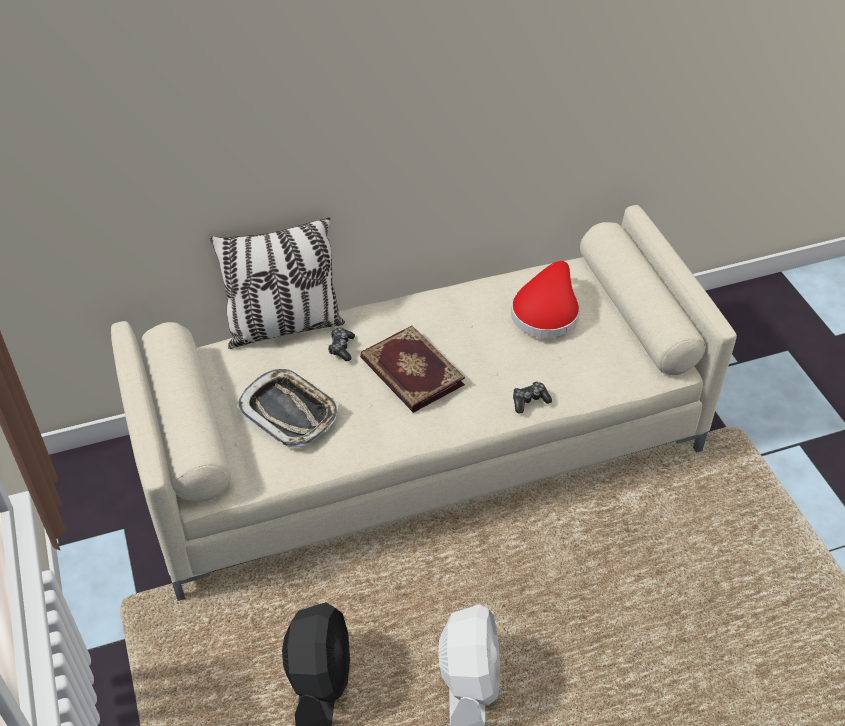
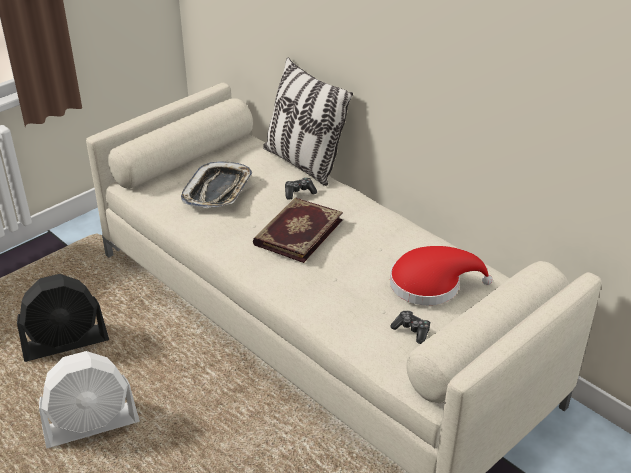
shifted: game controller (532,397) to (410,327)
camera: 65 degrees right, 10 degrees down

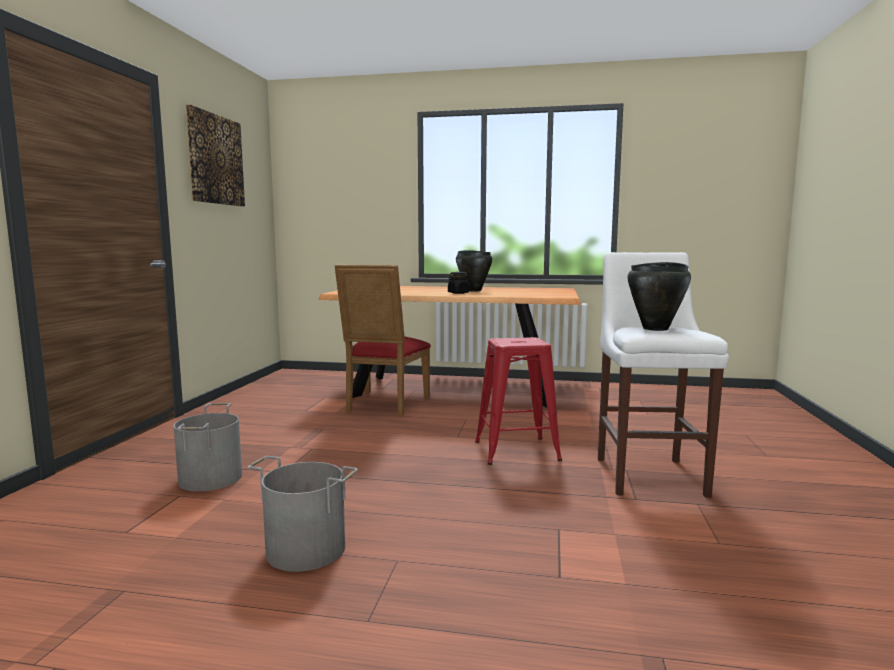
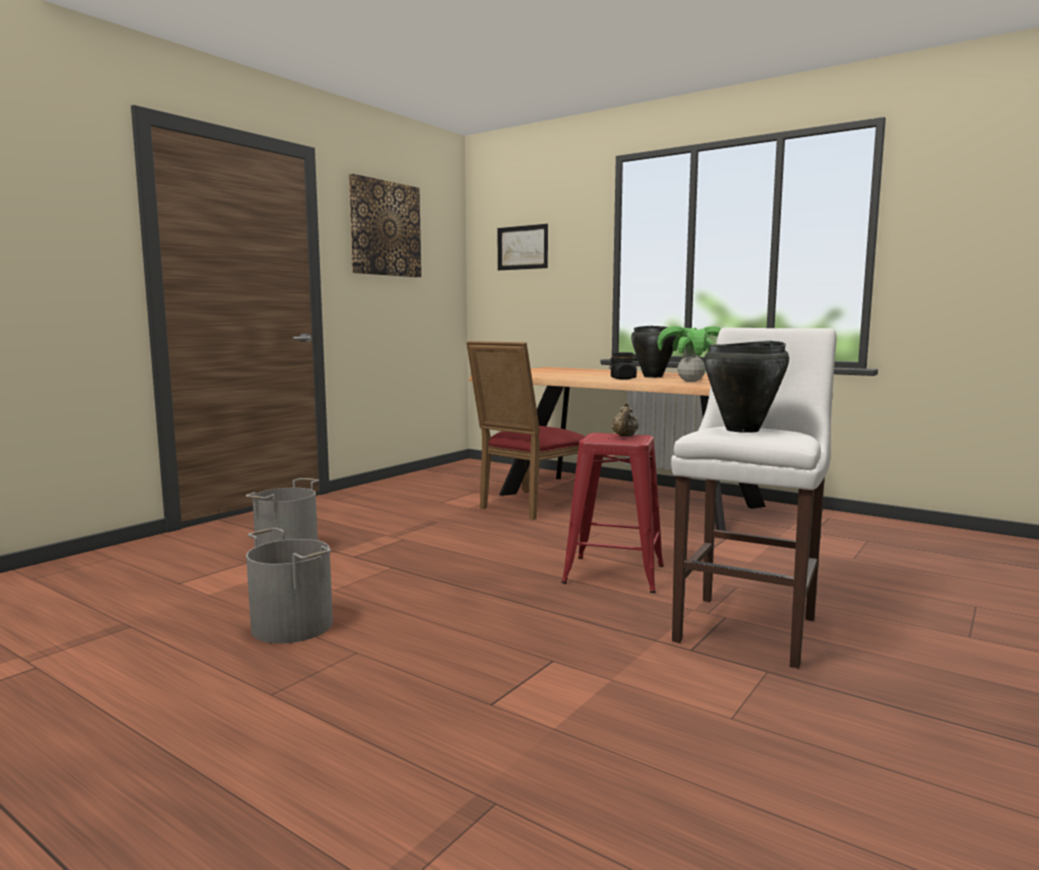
new: wall art (523,247); potted plant (689,354); tea pot in sand-coloured (625,419)
camera: 25 degrees right, 0 degrees up

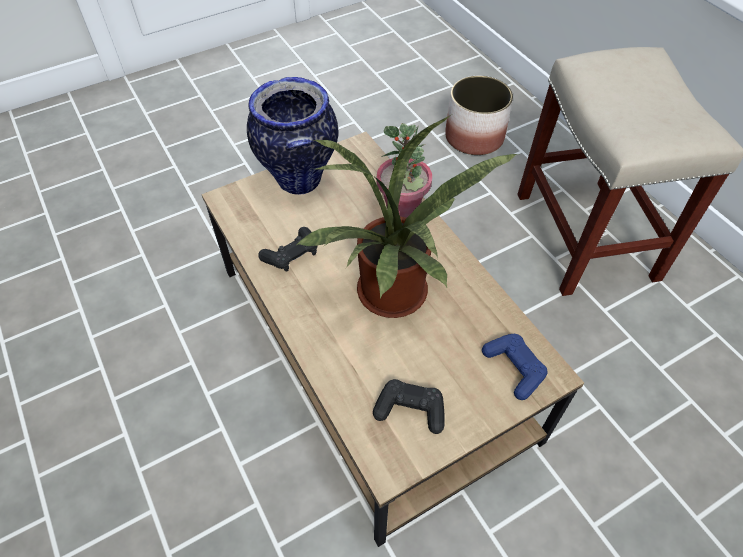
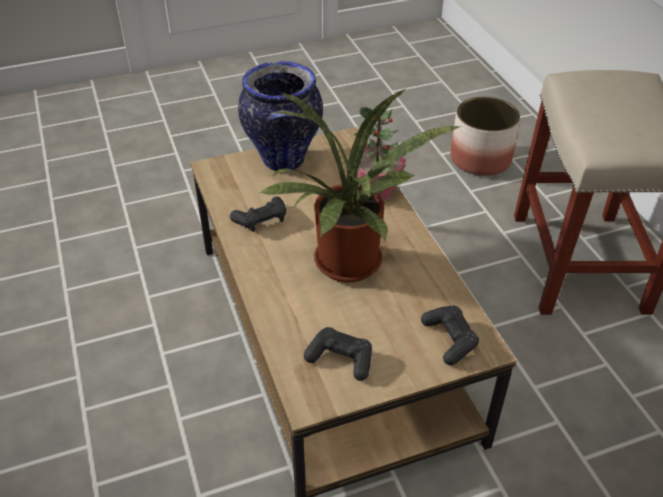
repainted: game controller in blue-coloured (515,367) to game controller in black (450,335)
camera: 10 degrees right, 10 degrees down

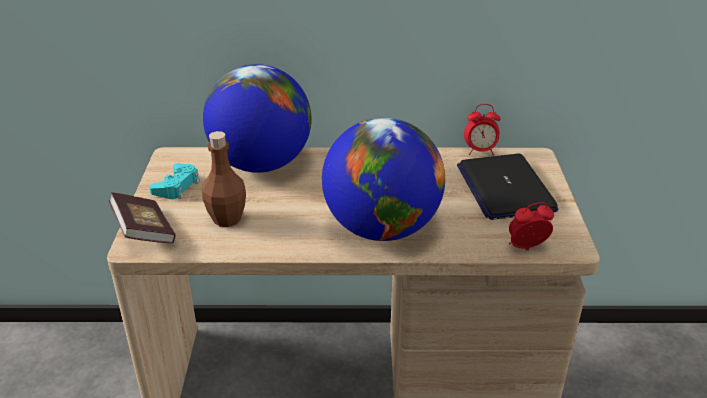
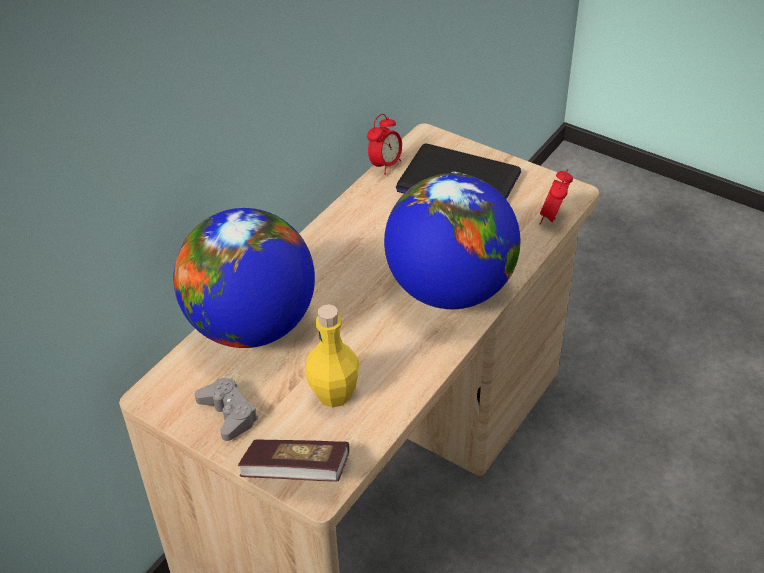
repainted: beverage bottle in brown-coloured (224,179) to beverage bottle in yellow (332,356); game controller in turquoise-coloured (174,181) to game controller in gray (226,409)
camera: 55 degrees left, 10 degrees up

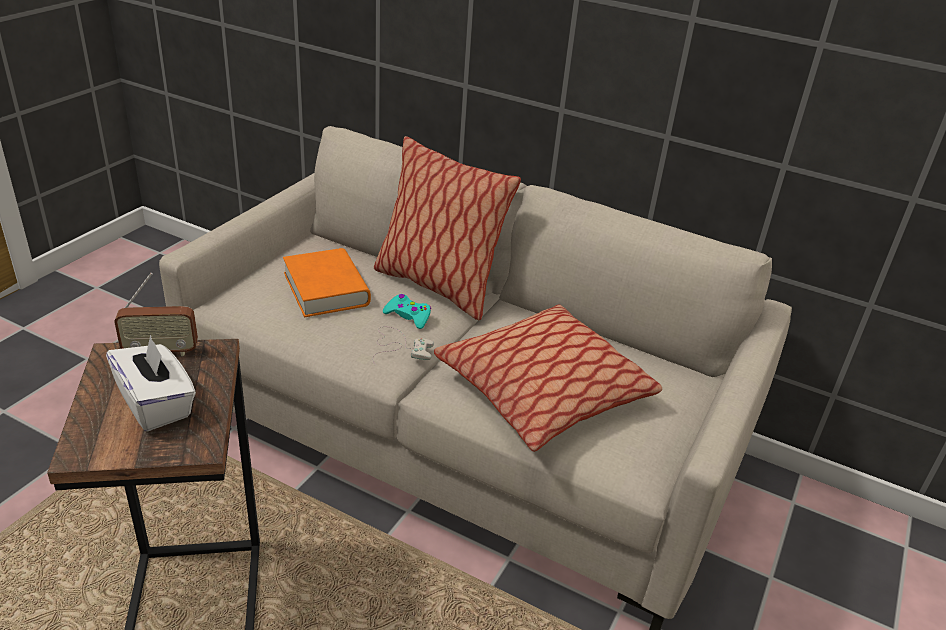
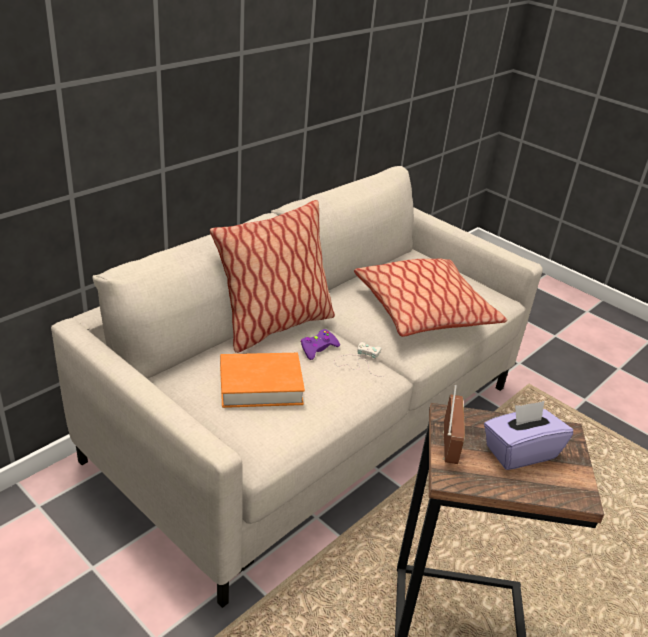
repainted: game controller in turquoise-coloured (407,311) to game controller in purplish (320,344); tissue box in white-coloured (151,383) to tissue box in purplish (528,435)
camera: 75 degrees left, 0 degrees up

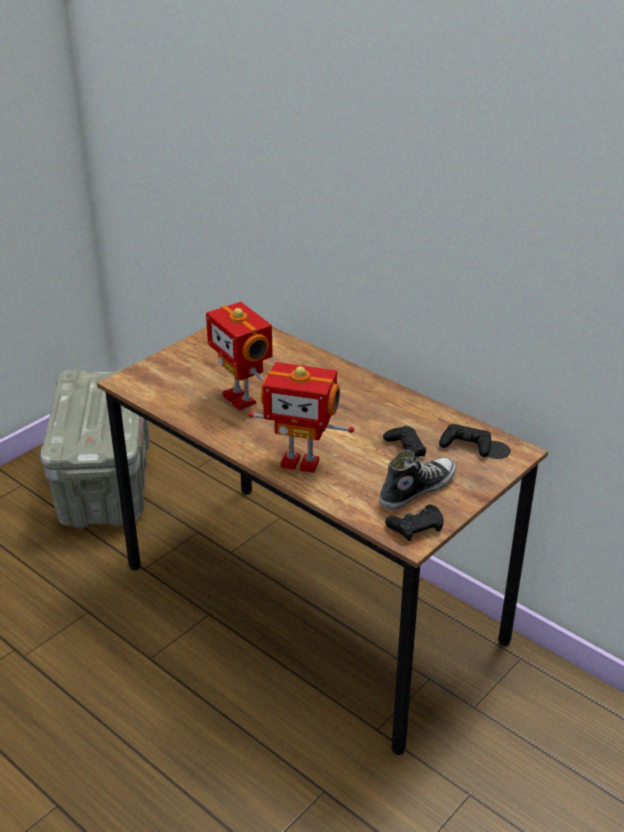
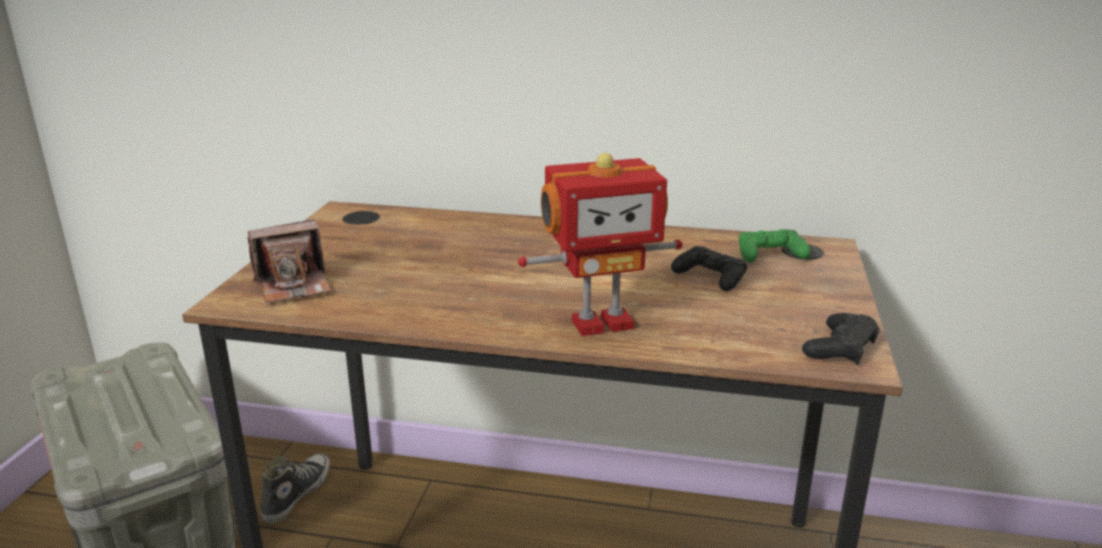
gone: robot figure (239,356)
new: photo camera (289,261)
shifted: shoe (418,480) to (295,488)
repainted: game controller in black (465,440) to game controller in green (775,245)
camera: 30 degrees left, 10 degrees down

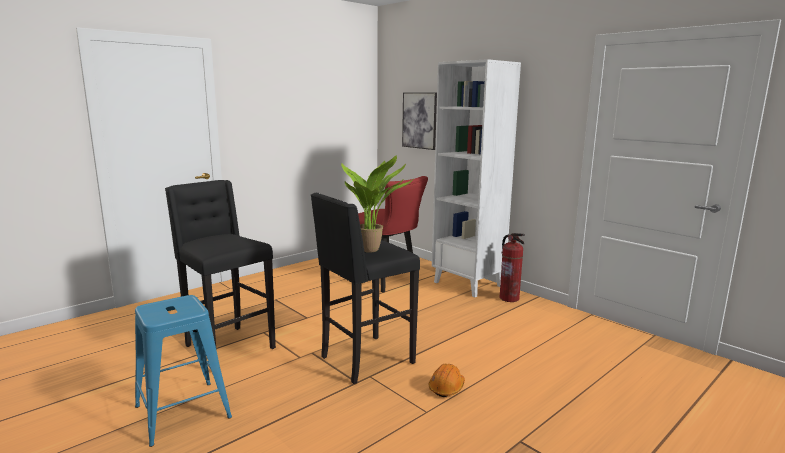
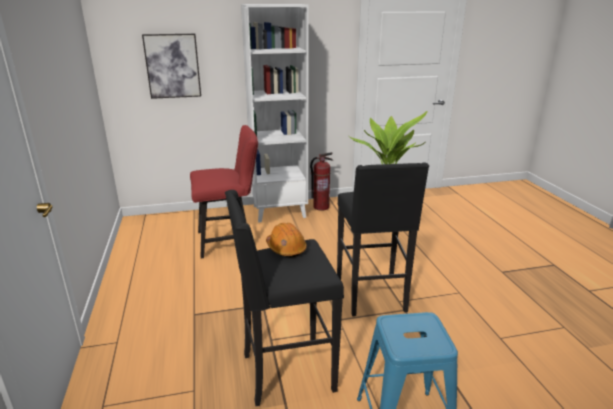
shifted: hard hat in orange-coloured (447,380) to (286,240)
camera: 60 degrees left, 10 degrees up

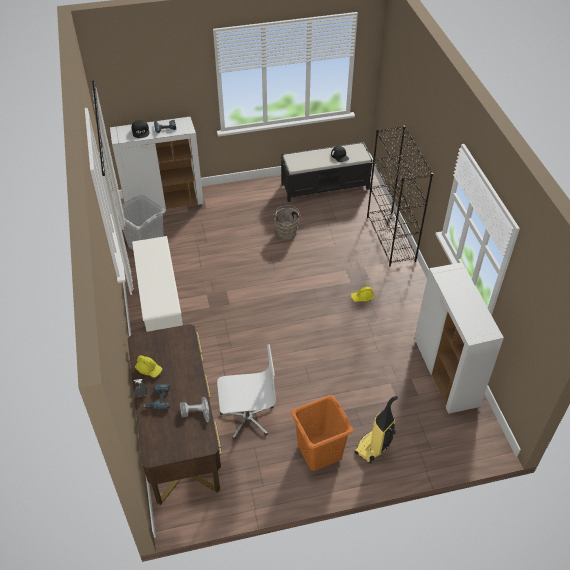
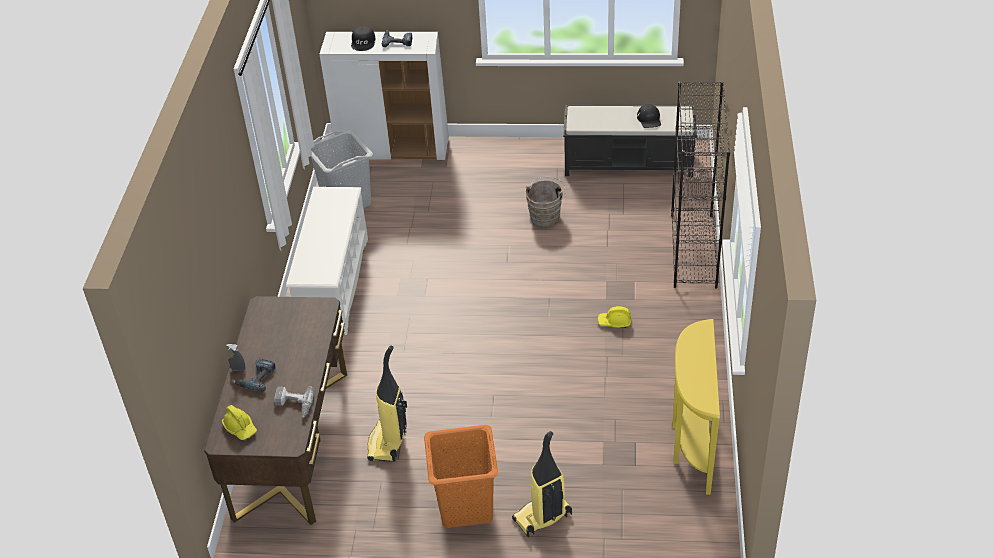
shifted: hard hat in yellow (149,366) to (239,422)
swapped: cupboard in white-coloured (459,338) to hall table in yellow (696,407); office chair in white-coloured (246,392) to vacuum cleaner (387,403)
camera: 20 degrees right, 5 degrees down

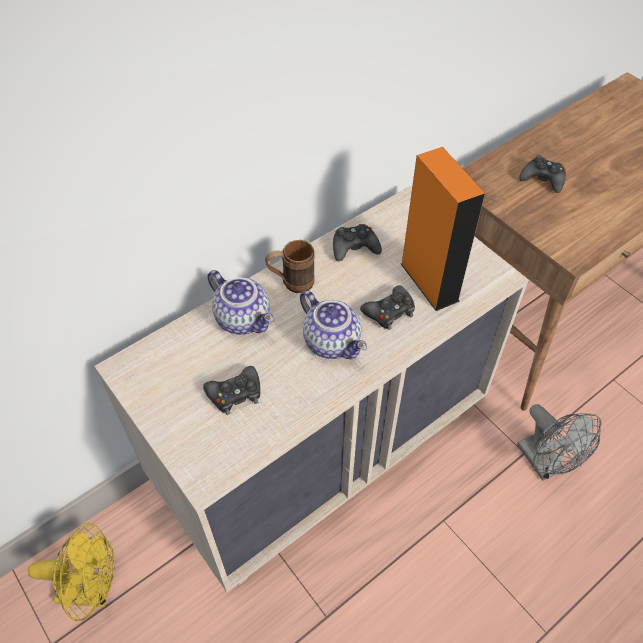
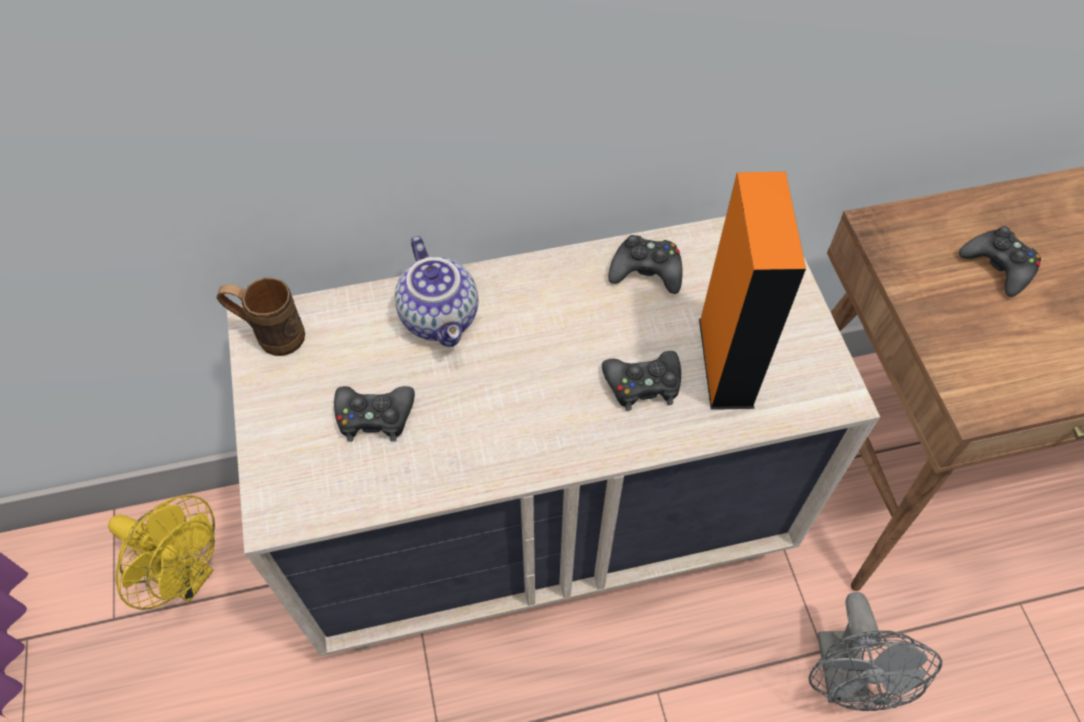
gone: tea pot (333,324)
shifted: coffee mug in brown-coloured (290,266) to (261,317)
camera: 25 degrees right, 5 degrees up

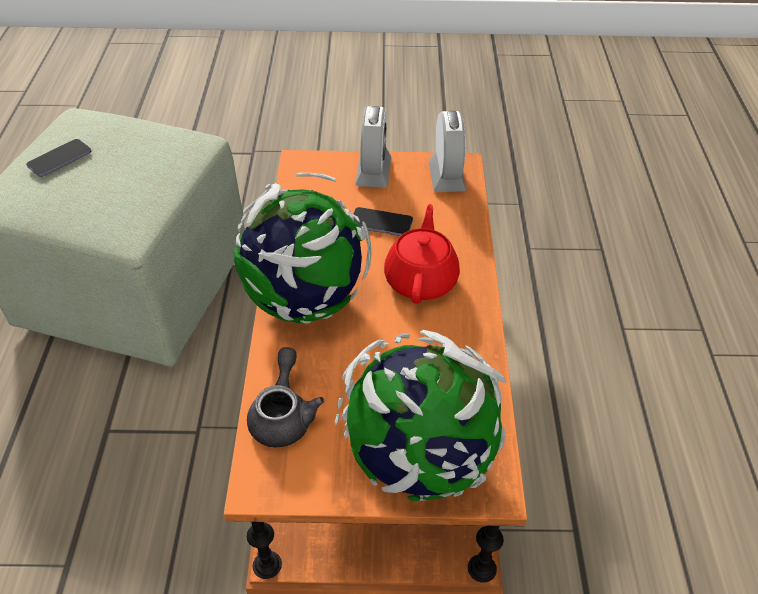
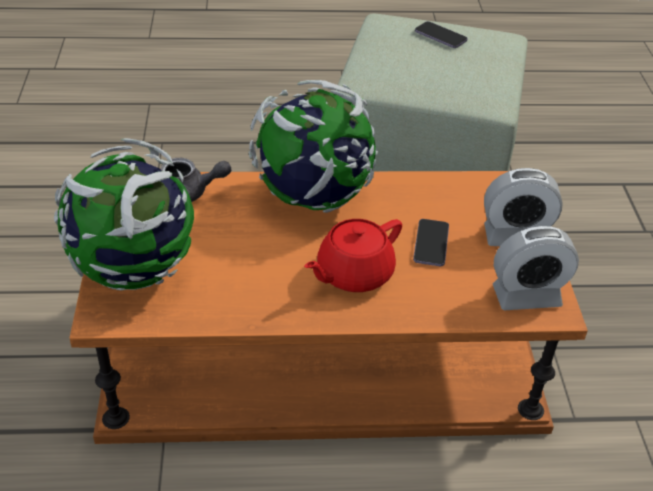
rotated: tea pot in red-coloured (422,254) = (353,255) 135 degrees clockwise
camera: 85 degrees right, 5 degrees down

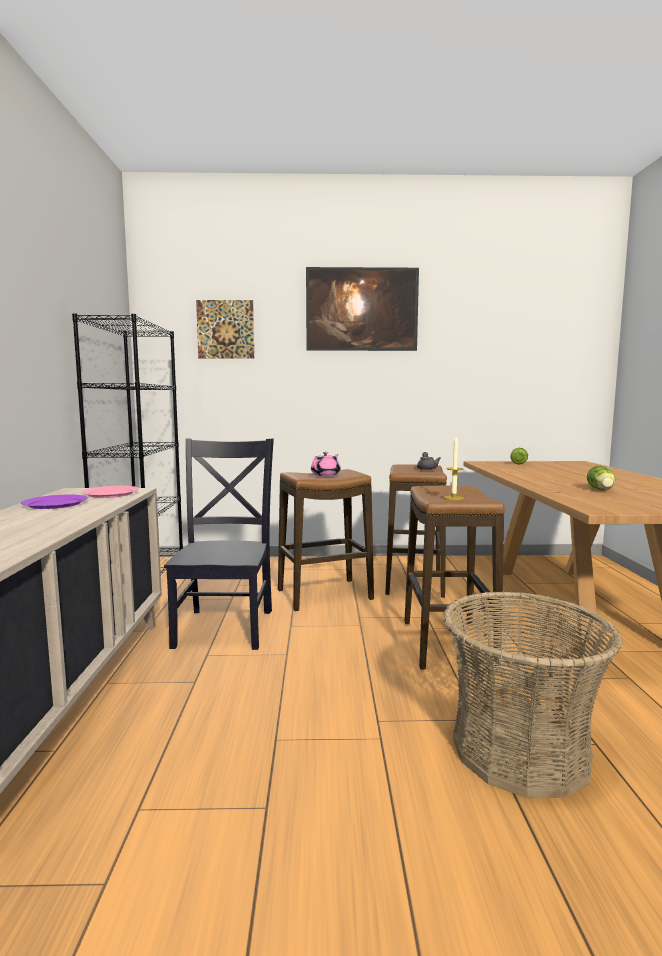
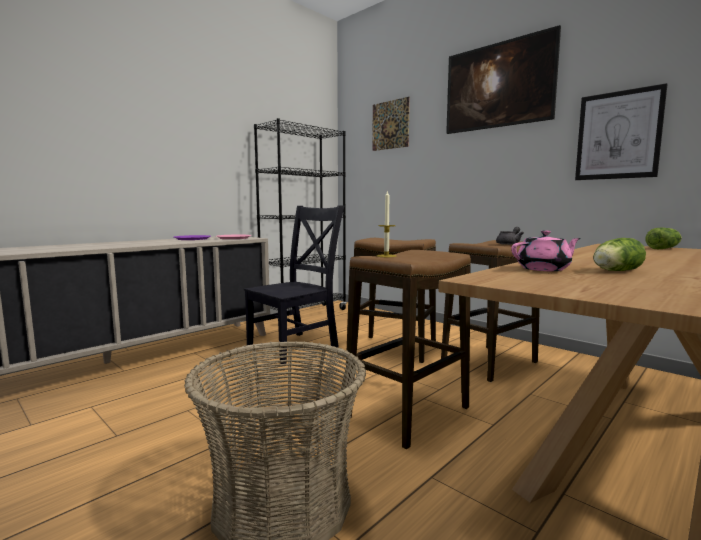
new: wall art (621,131)
shifted: tea pot in pinkish (325,464) to (546,250)
camera: 45 degrees right, 0 degrees up

